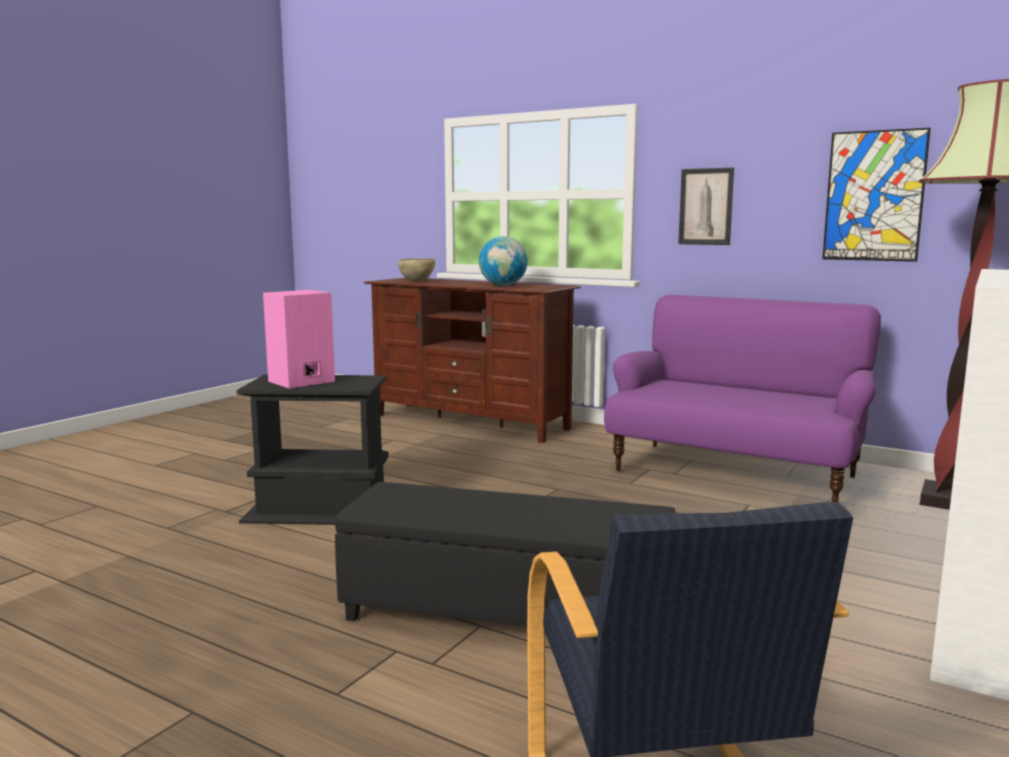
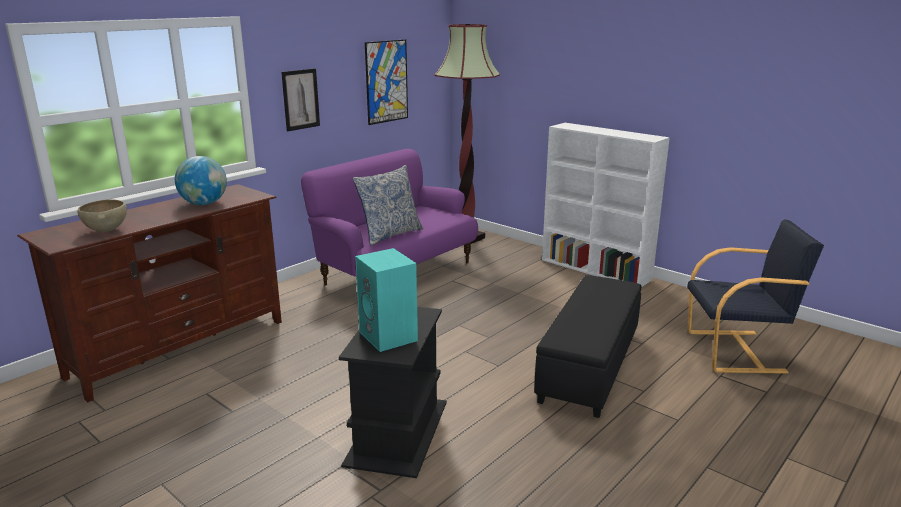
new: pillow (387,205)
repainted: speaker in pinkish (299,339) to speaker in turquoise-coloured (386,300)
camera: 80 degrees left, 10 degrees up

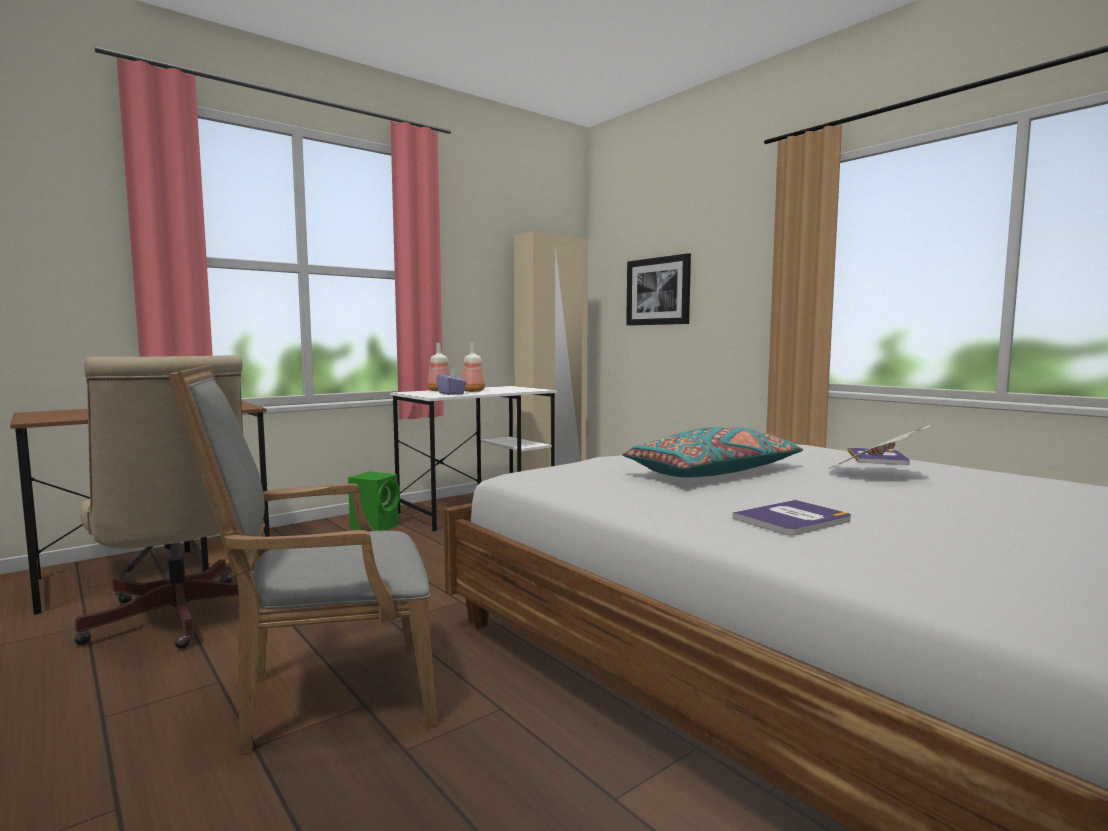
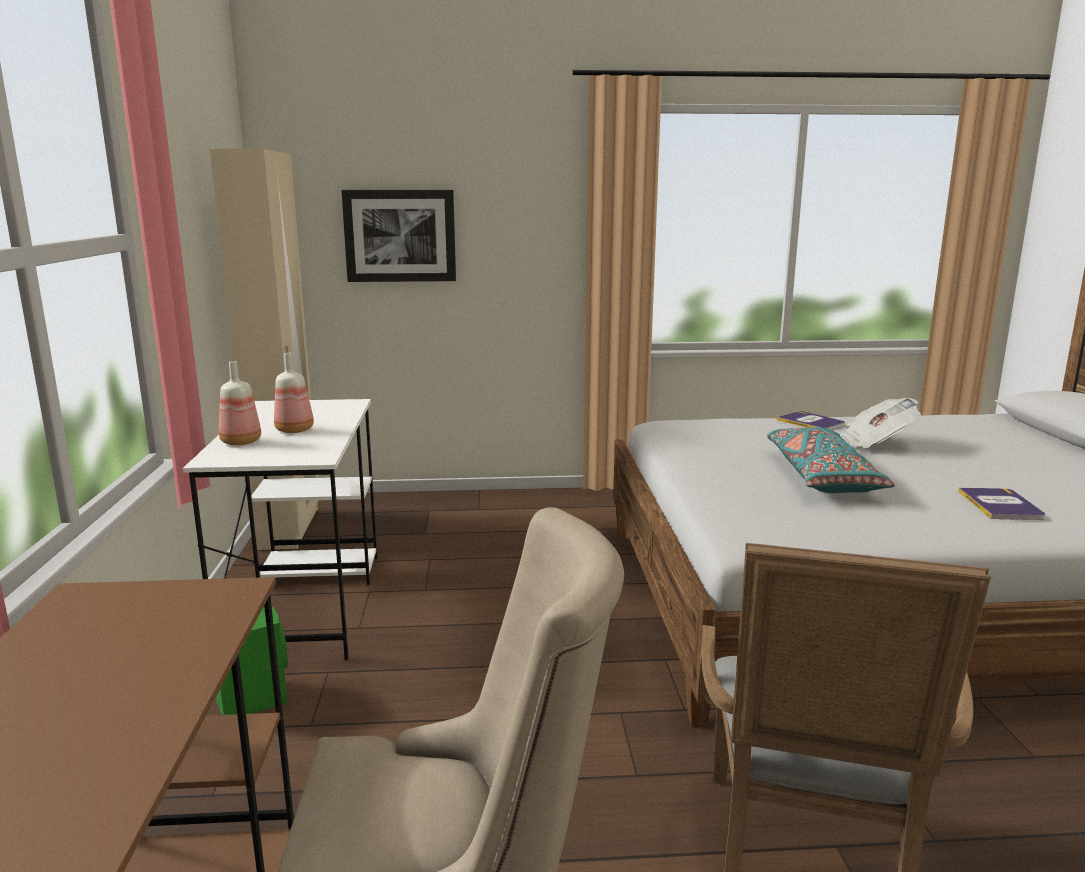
gone: tissue box in purplish (451,381)
camera: 55 degrees left, 10 degrees up

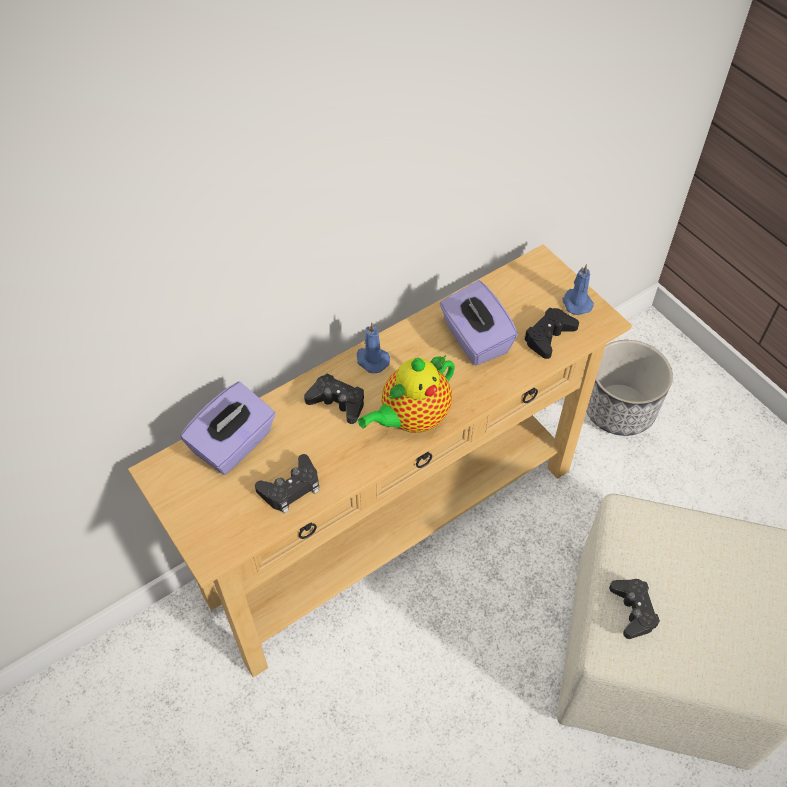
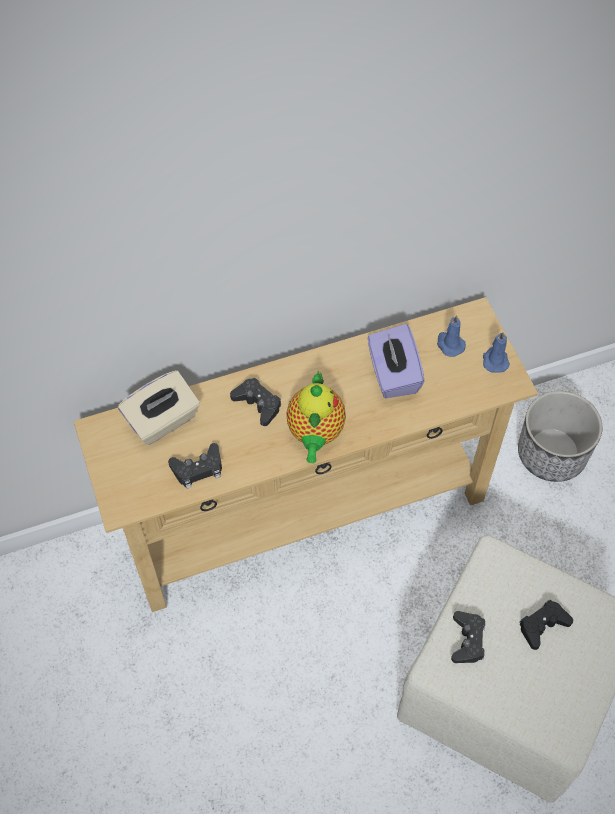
shifted: game controller in black (551,333) to (546,625); wax light in blue-coloured (373,347) to (451,336)
repainted: tissue box in purplish (228,428) to tissue box in sand-coloured (159,407)
rotated: tea pot (406,394) = (316,417) 60 degrees counterclockwise
camera: 15 degrees right, 5 degrees up

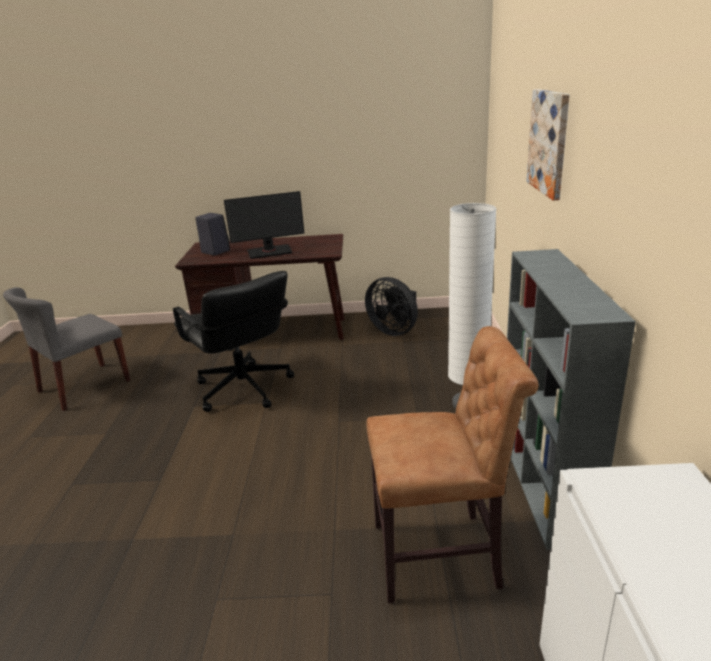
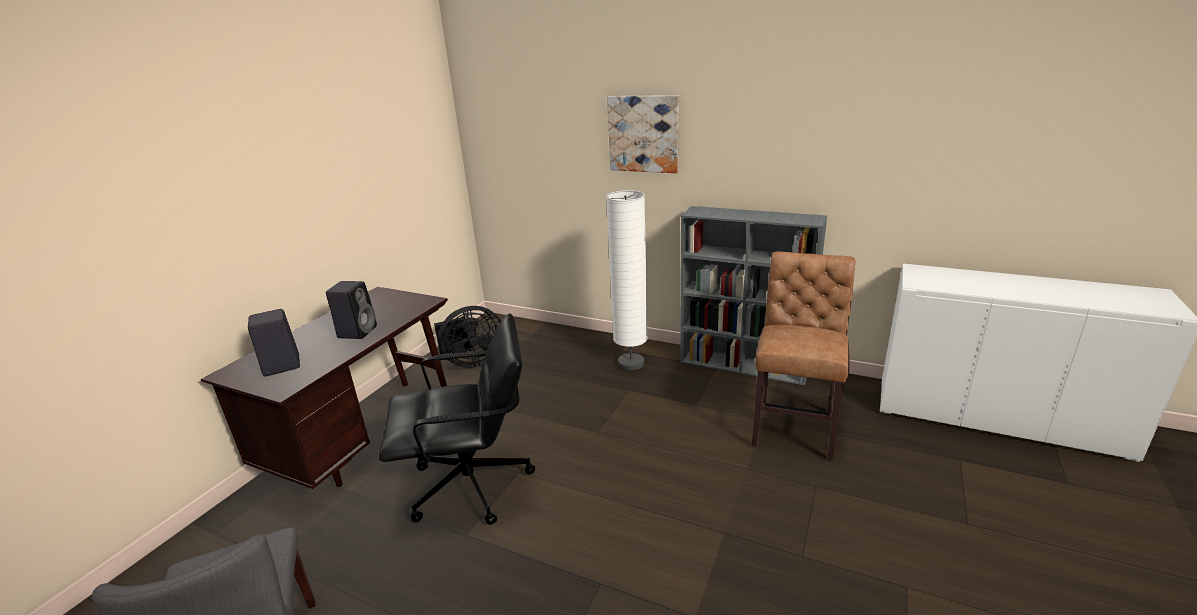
swapped: monitor (264,225) to speaker in black (351,310)
camera: 65 degrees left, 0 degrees up

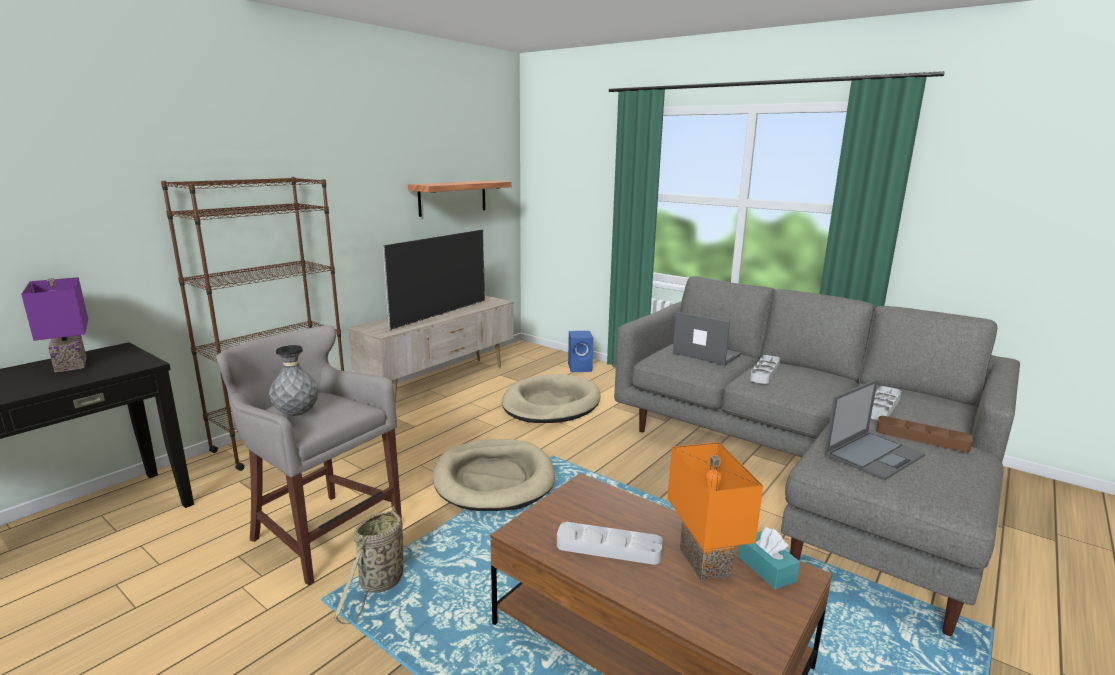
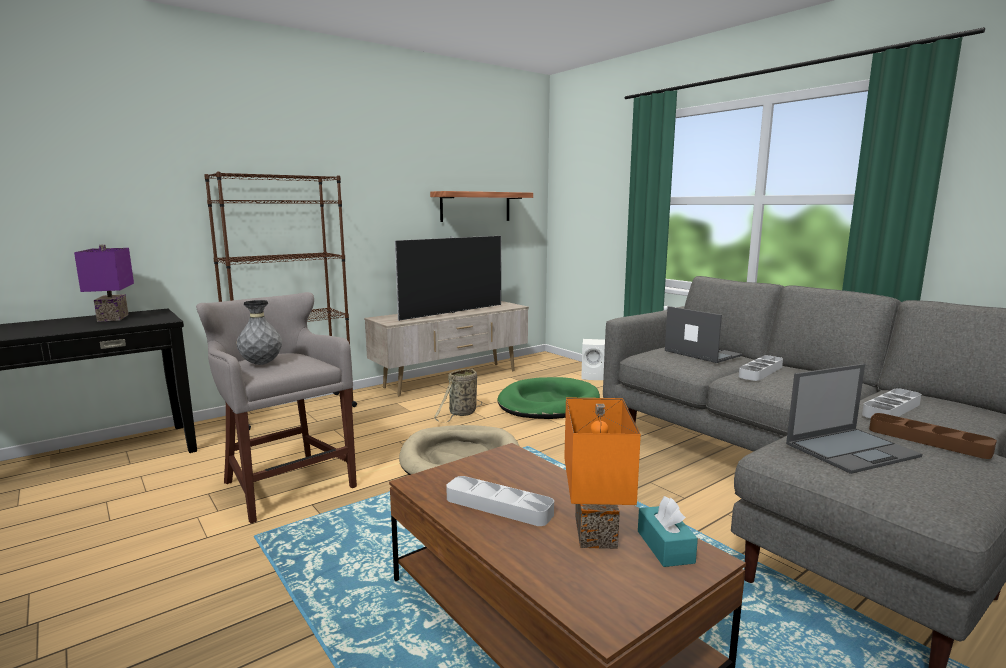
shifted: basket (373,565) to (458,395)
repainted: speaker in blue-coloured (580,351) to speaker in white-coloured (593,359); dog bed in sand-coloured (551,398) to dog bed in green (549,398)
camera: 15 degrees right, 5 degrees down

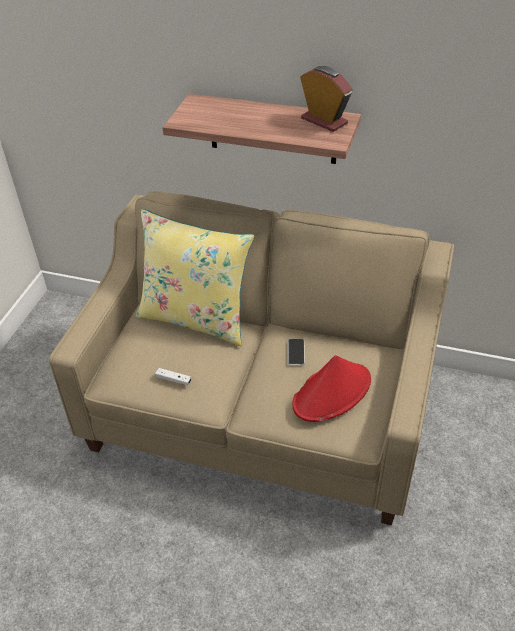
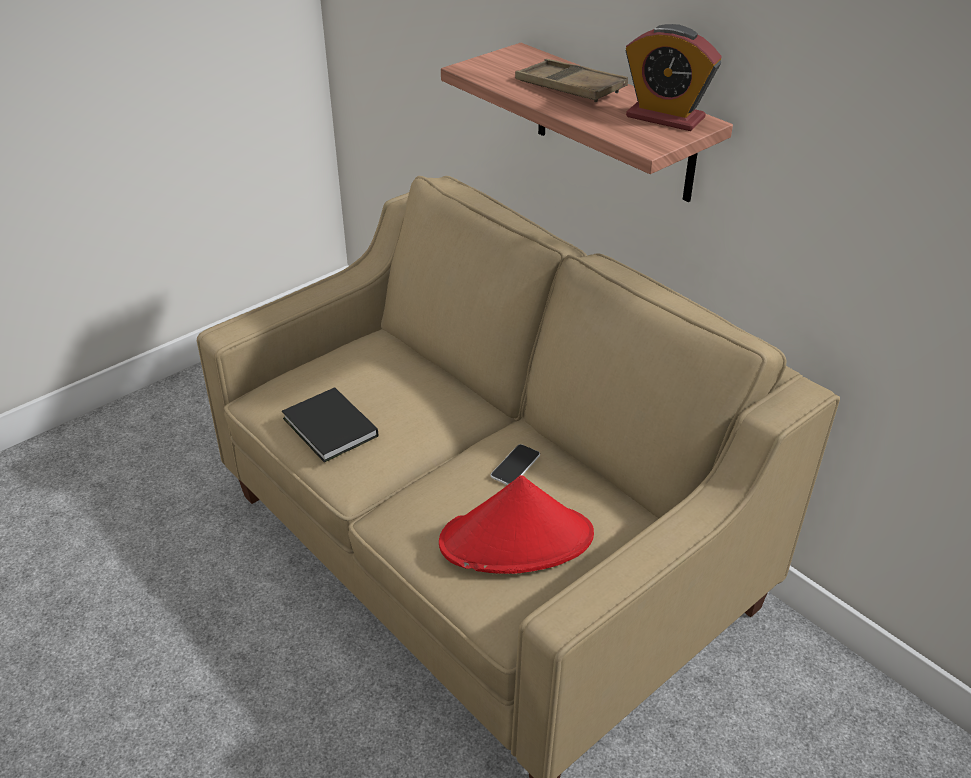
gone: pillow in yellow (195,277)
new: tray in brown-coloured (571,80)
swapped: game controller in white-coloured (173,376) to book in black (330,424)
rotated: table clock (326,99) = (673,77) 135 degrees clockwise
camera: 30 degrees right, 5 degrees down

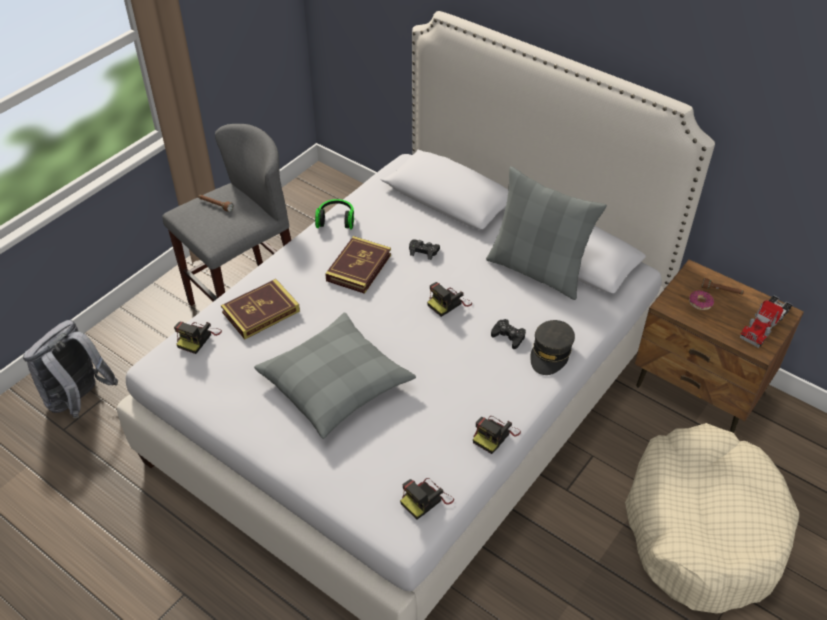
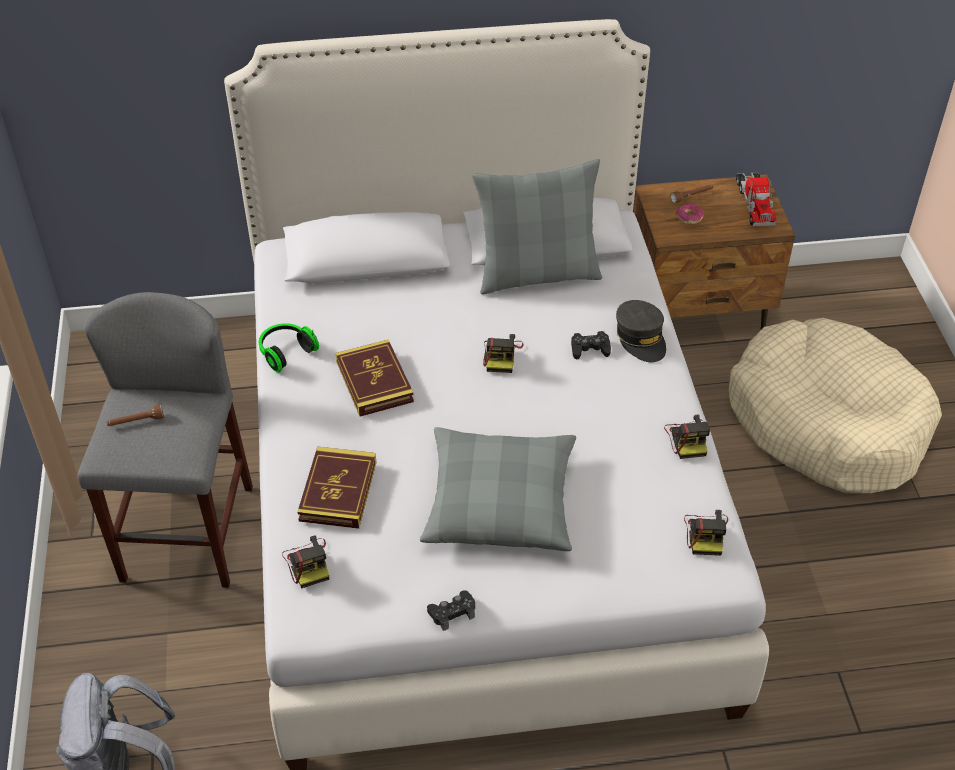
shifted: game controller in black (424,249) to (451,610)
camera: 45 degrees left, 0 degrees up

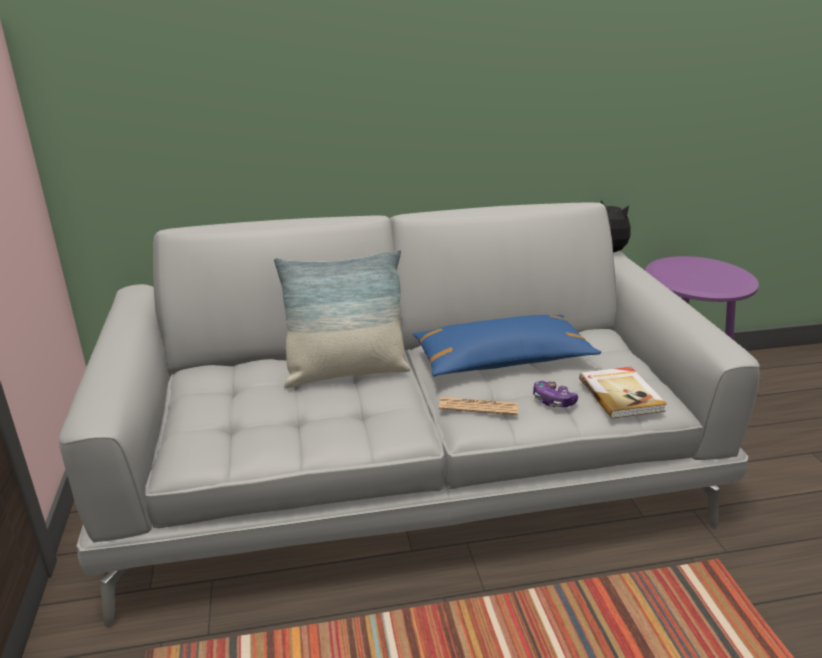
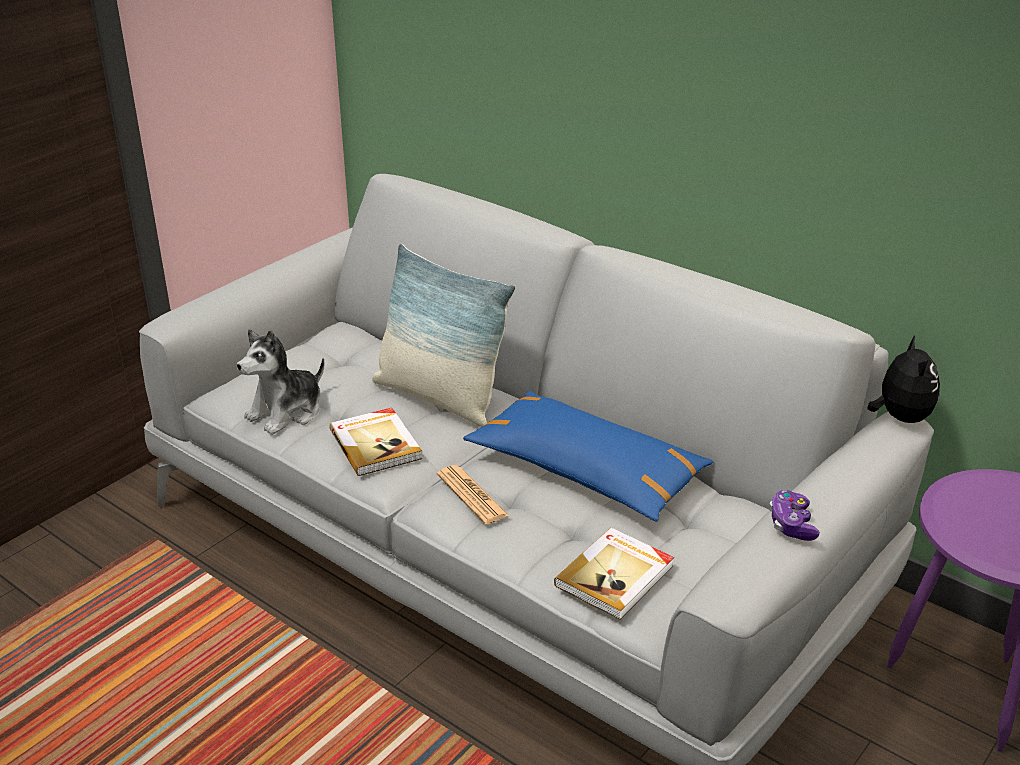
new: cuddly toy (281,382); book (375,442)
shifted: game controller (555,394) to (794,515)
camera: 50 degrees right, 5 degrees up

